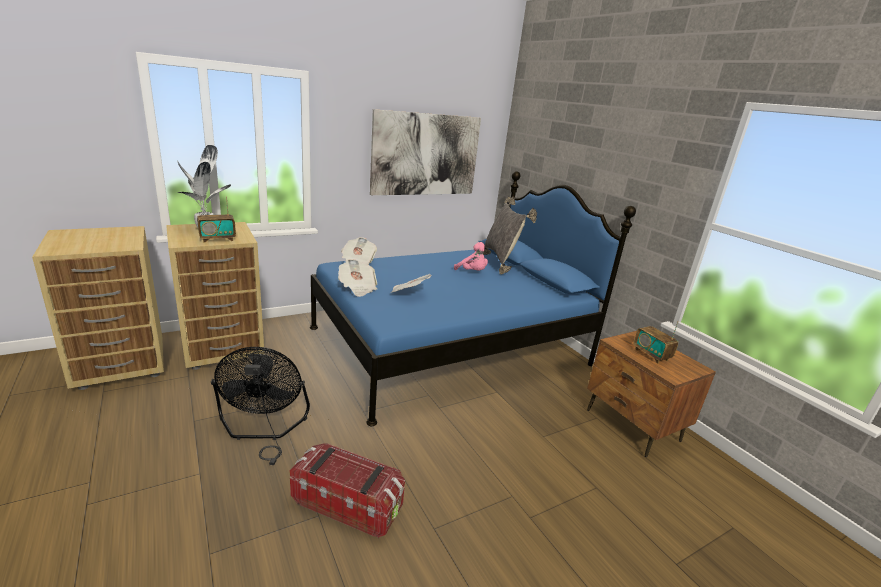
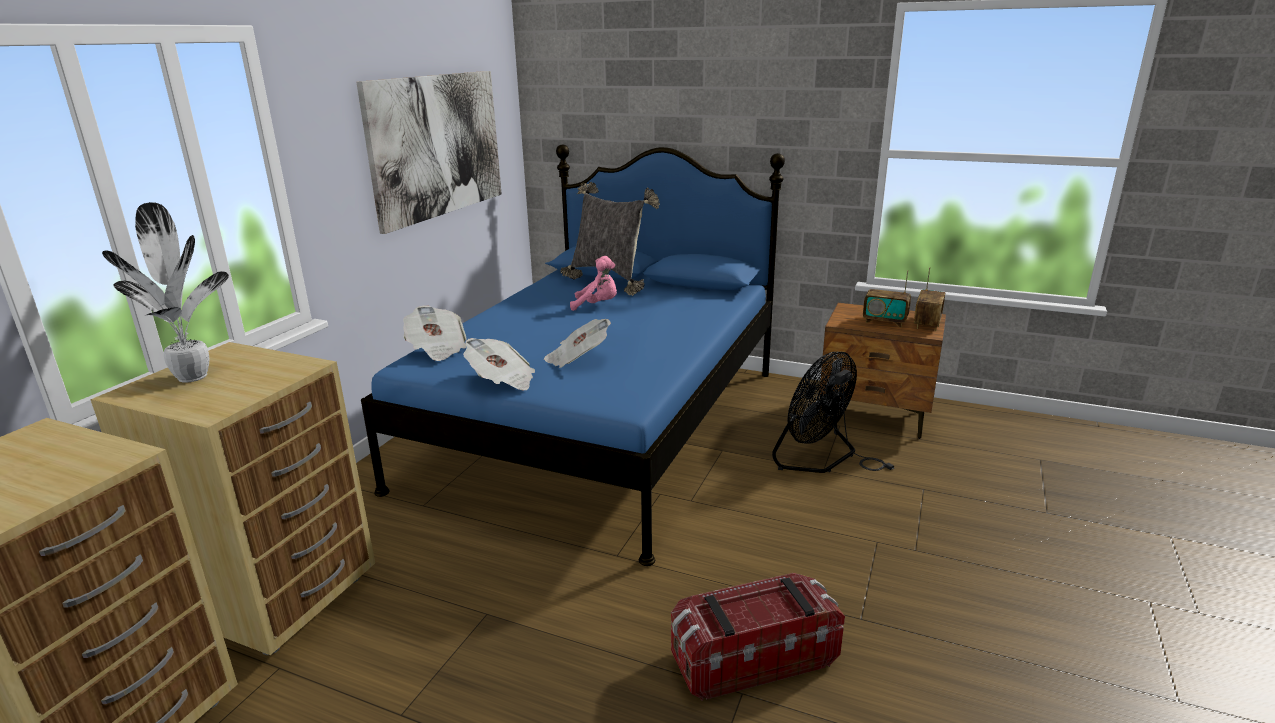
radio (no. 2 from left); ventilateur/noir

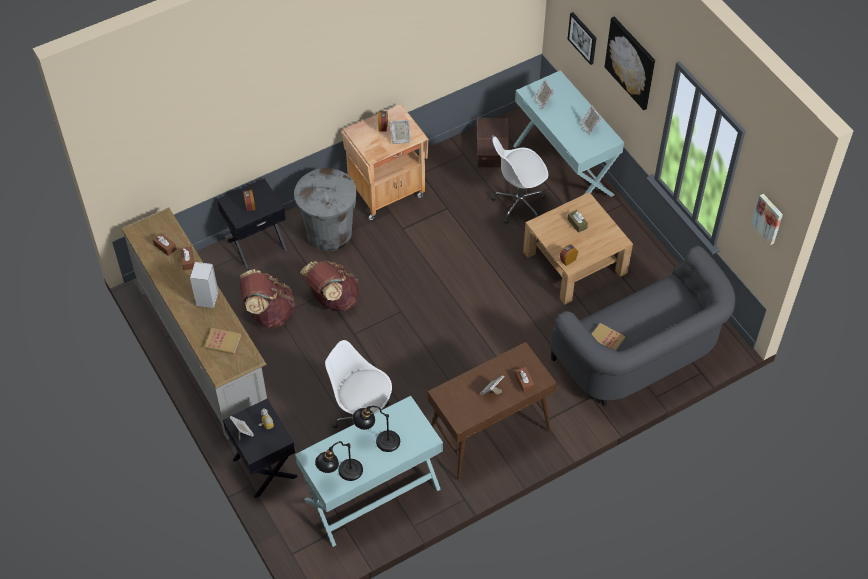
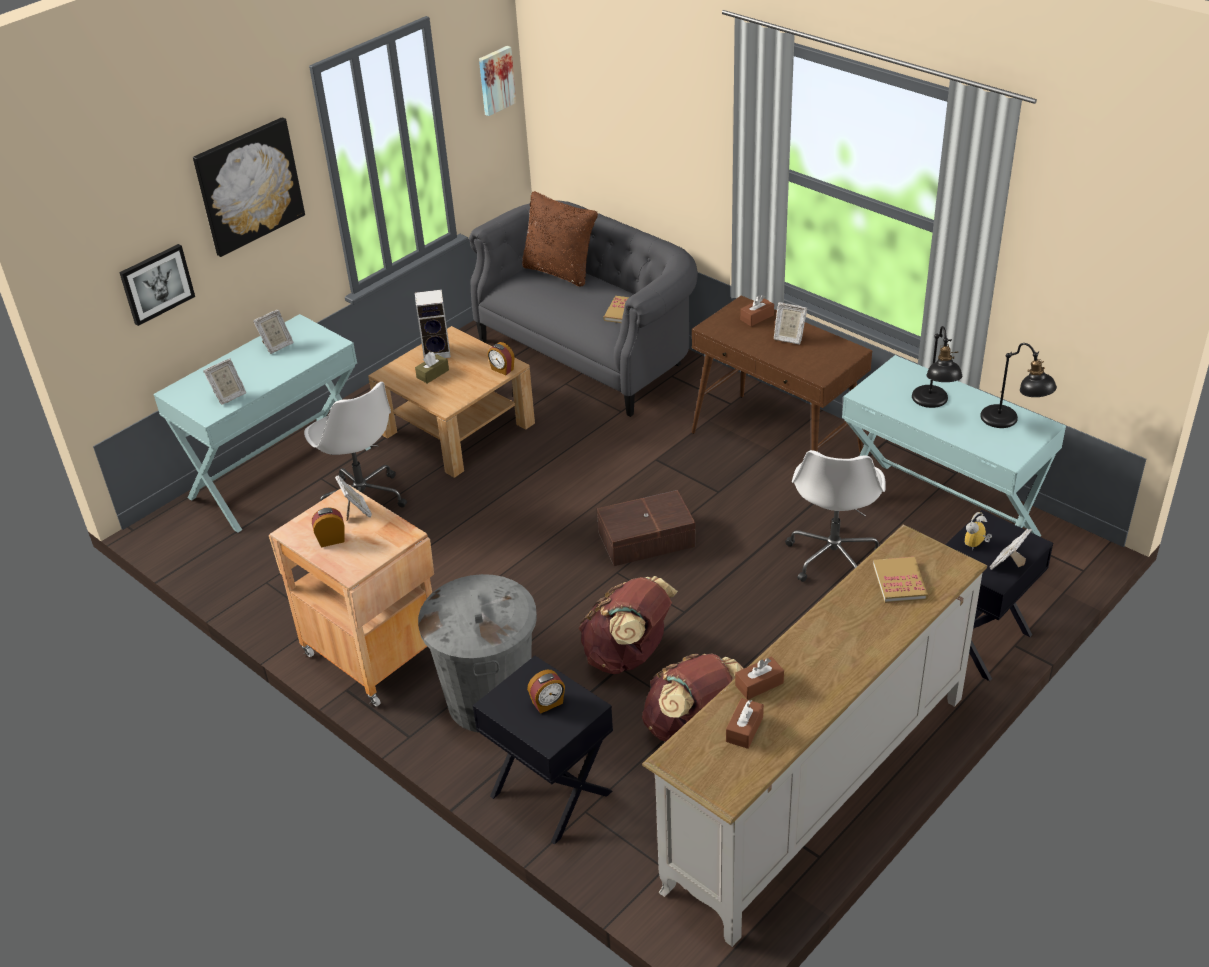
enceinte; boîte de rangement/marron; coussin/marron

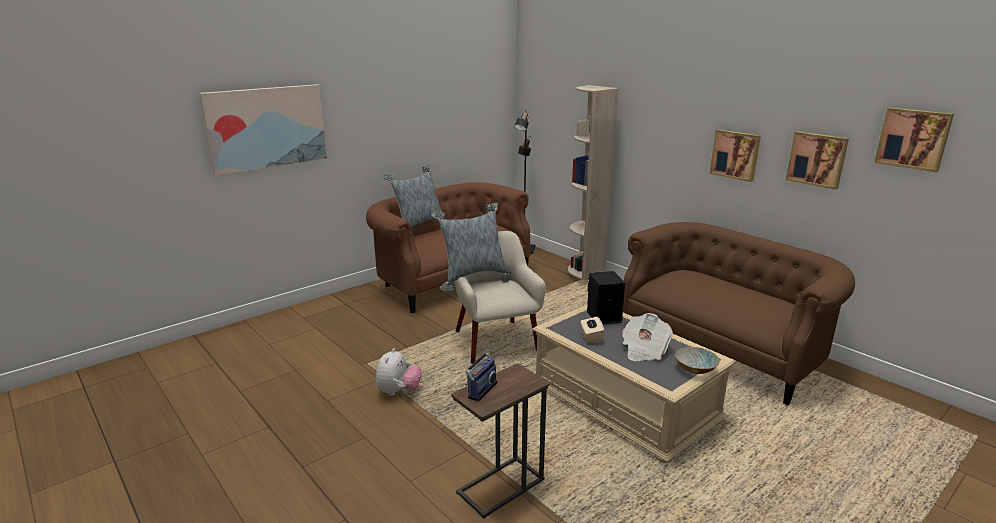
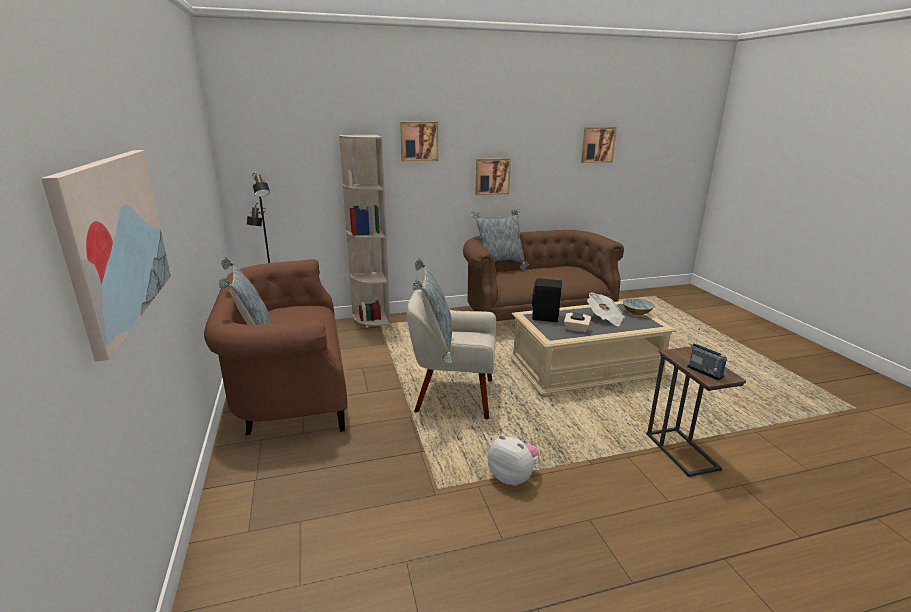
tableau (no. 2 from left); coussin (no. 3 from left)

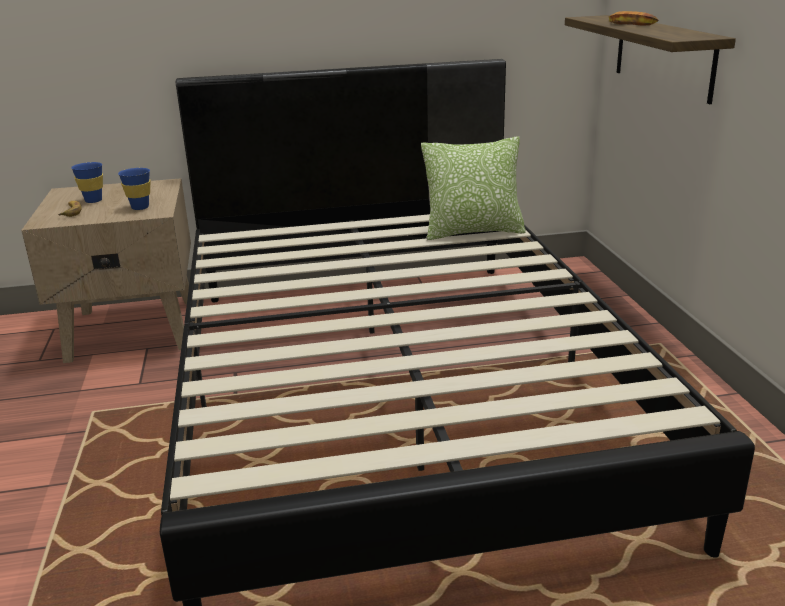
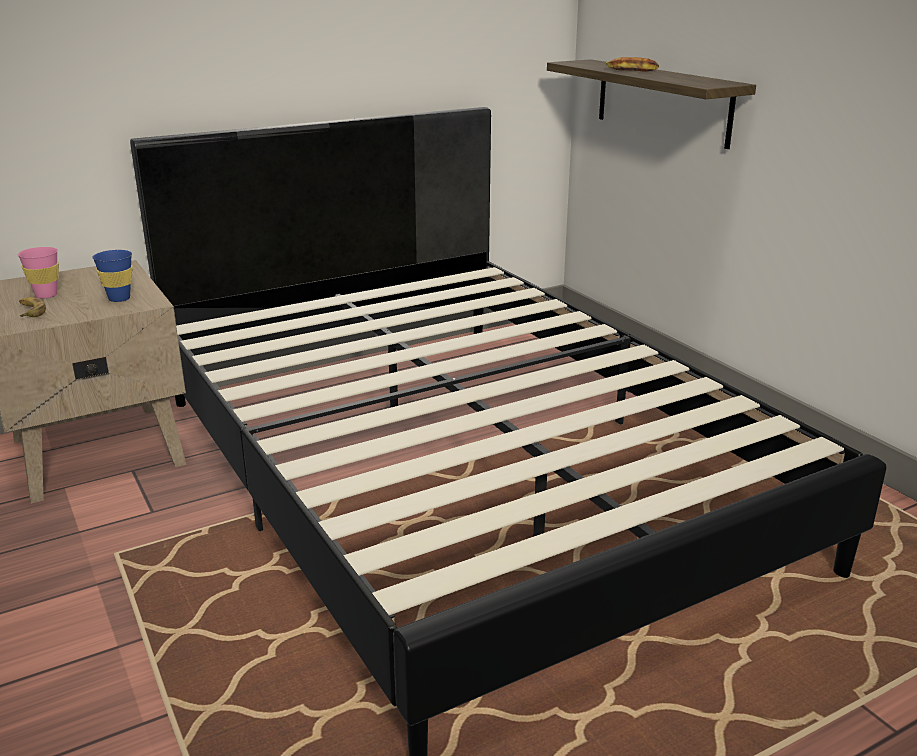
tasse/rose; coussin

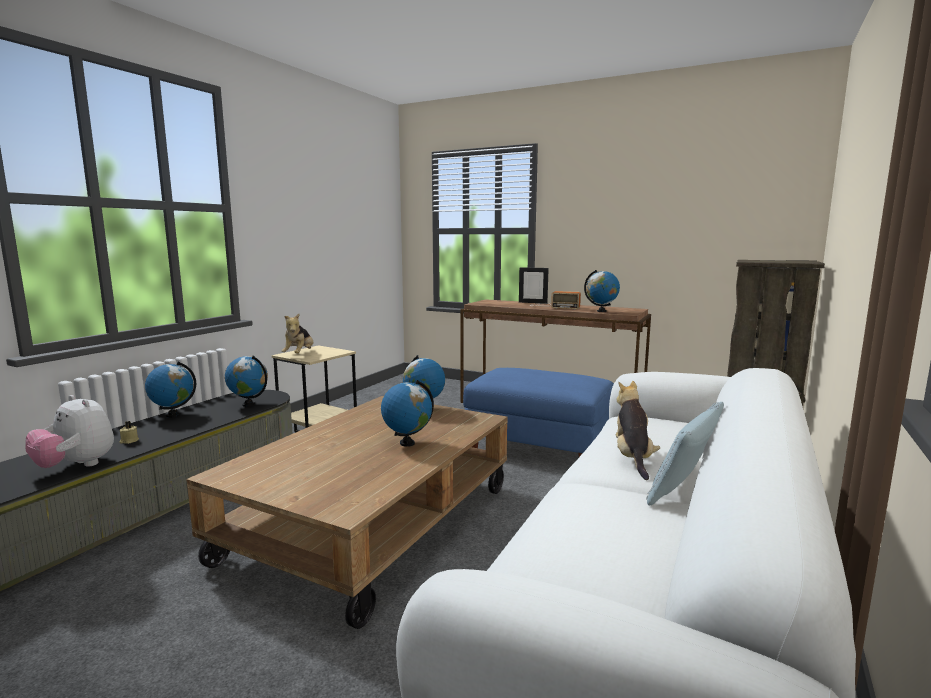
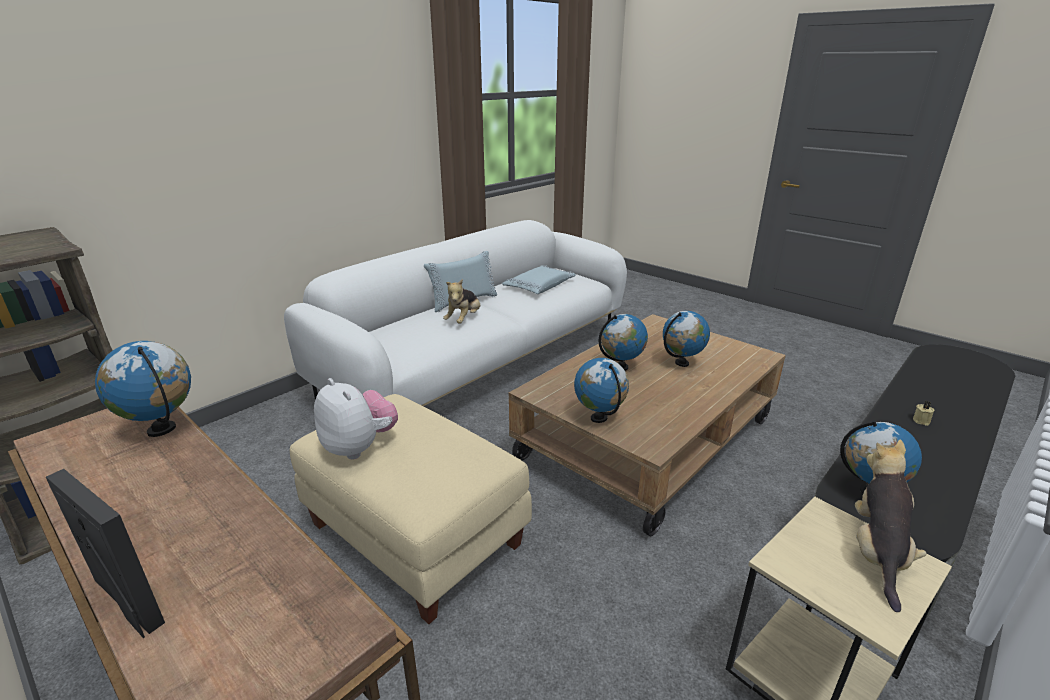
peluche (no. 1 from left); globe (no. 4 from left); pouf/beige; radio; coussin/bleu (no. 2 from left)

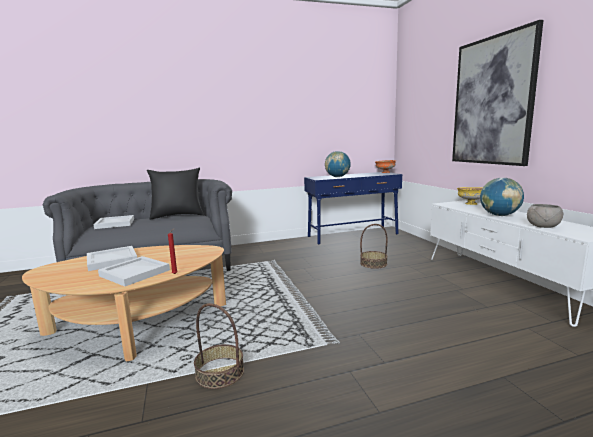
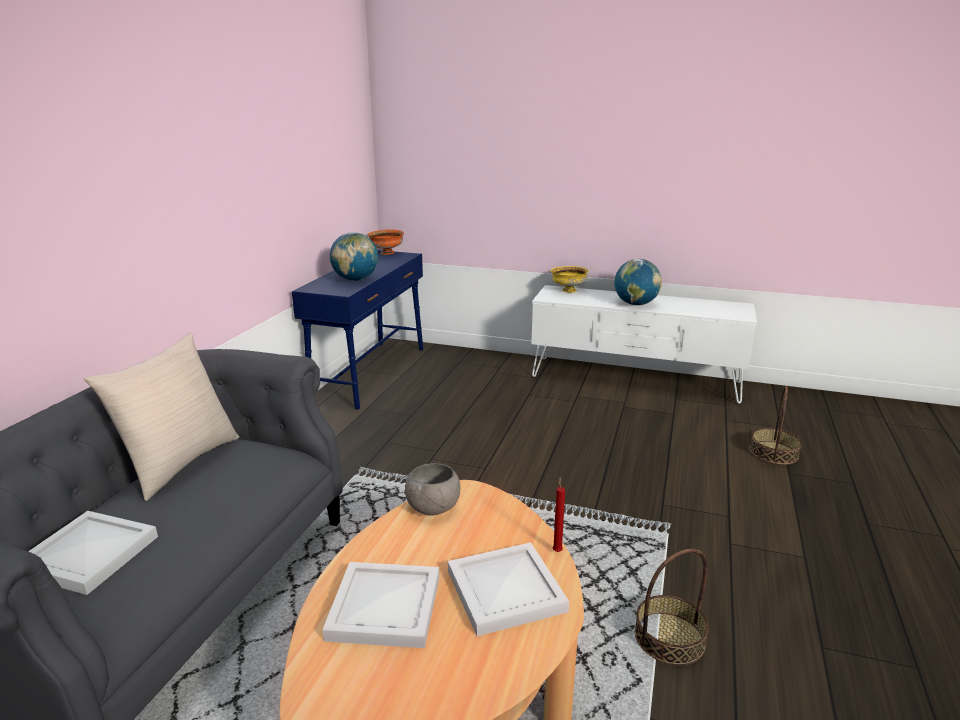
coussin/beige; panier (no. 2 from left); tableau; bol/gris

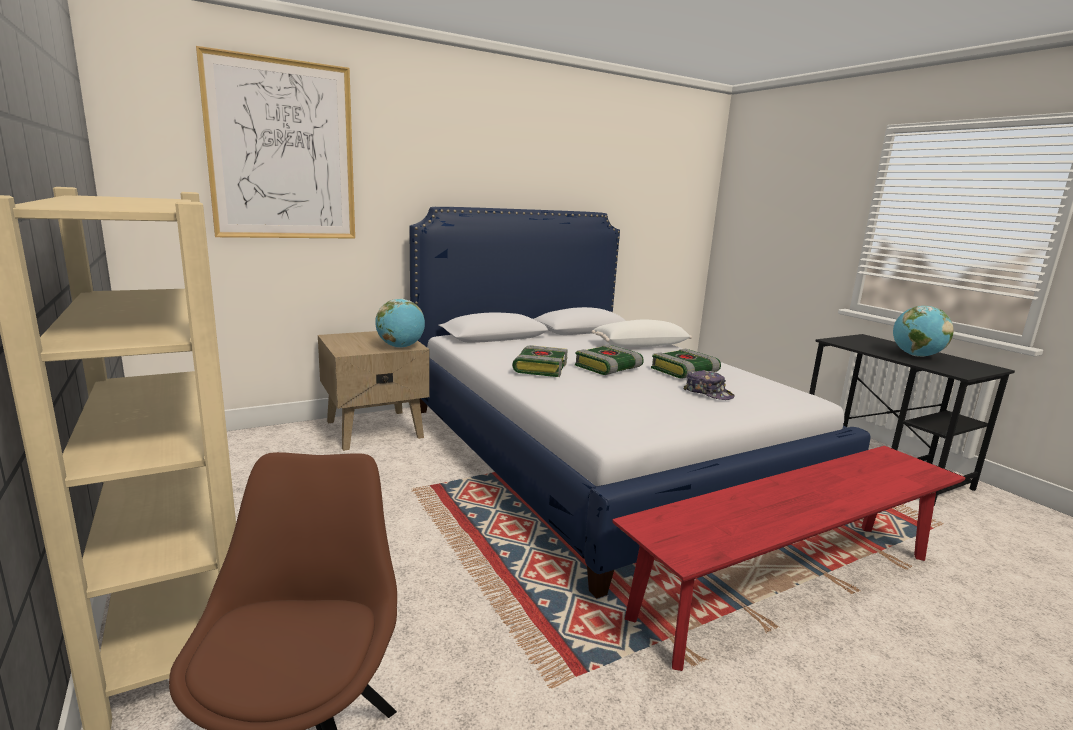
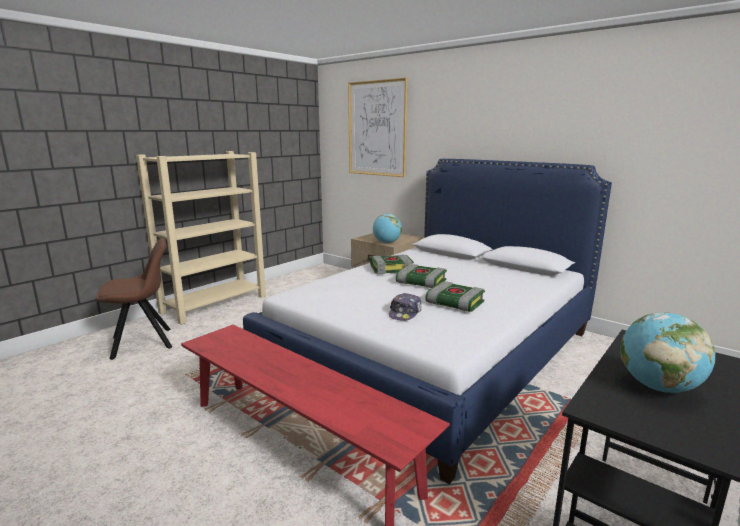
coussin/blanc

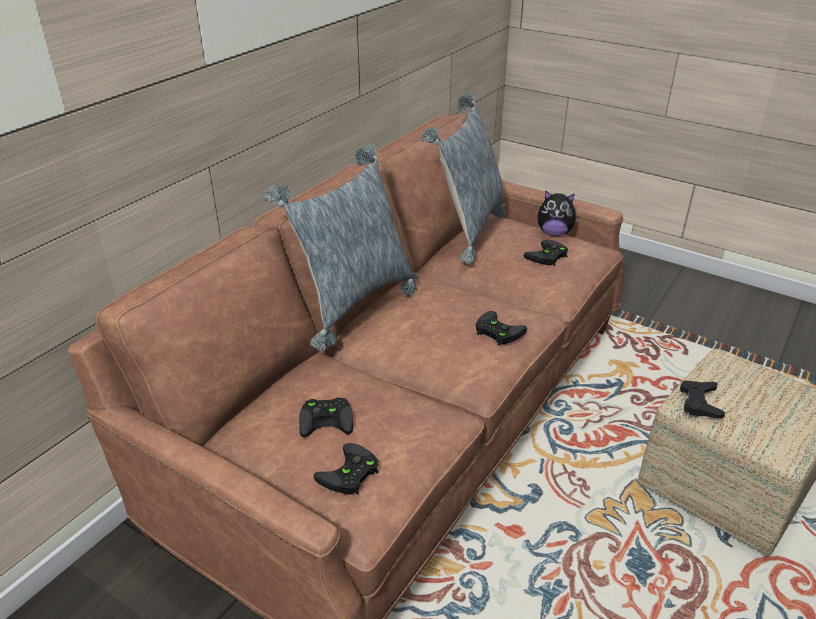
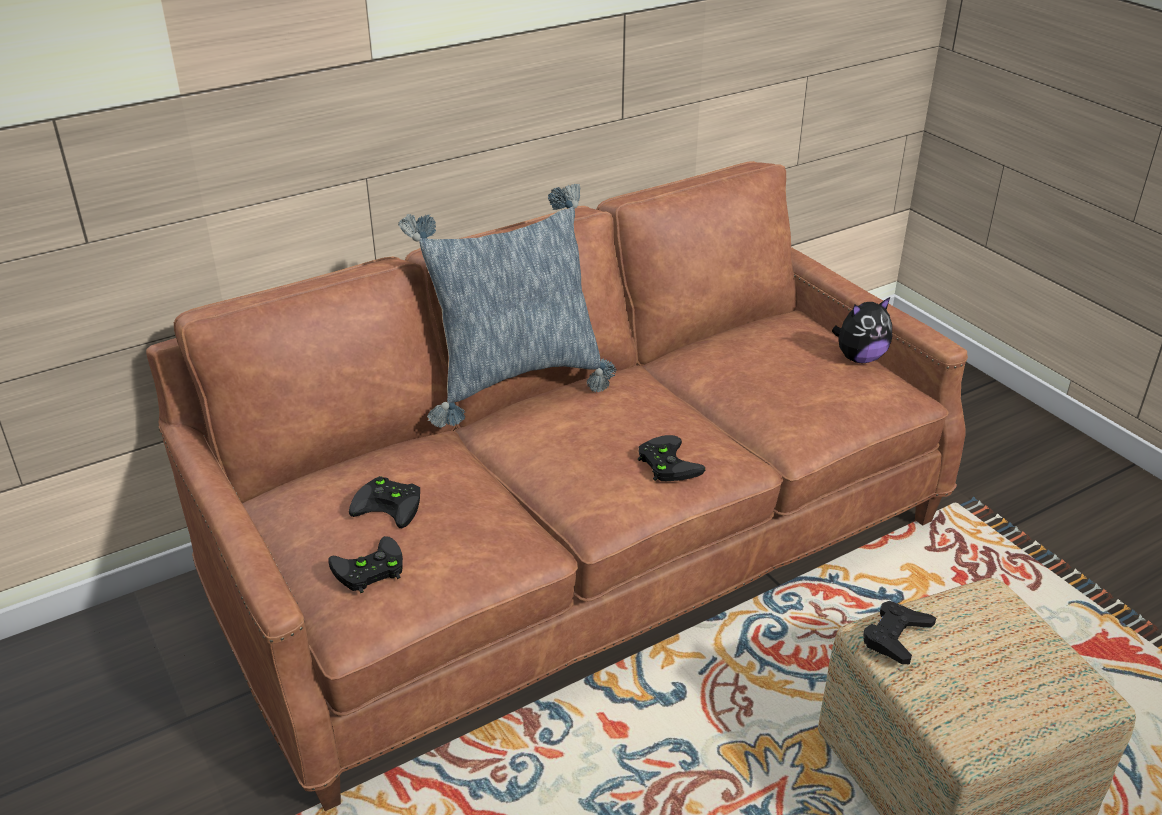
coussin (no. 2 from left in the first image); manette/noir (no. 4 from left in the first image); peluche

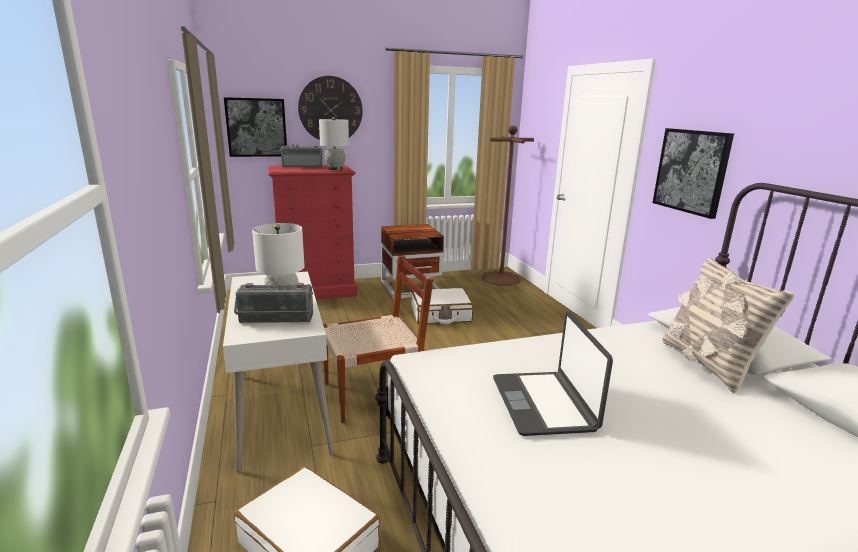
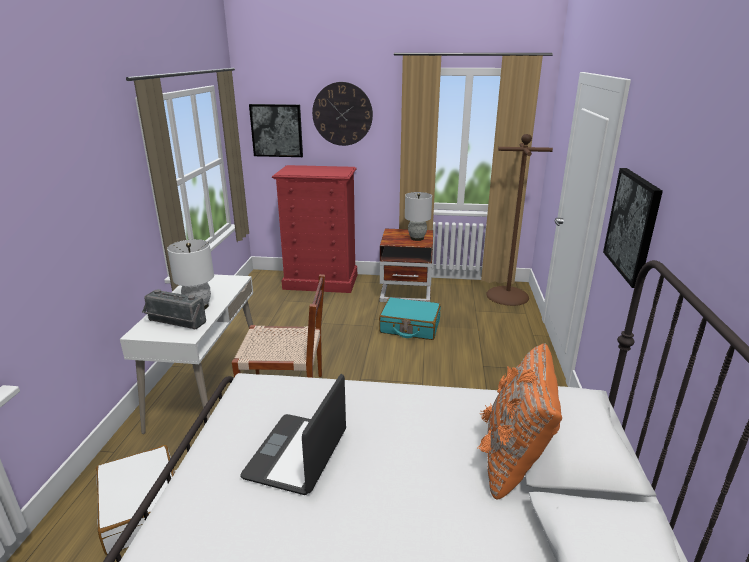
radio (no. 2 from left in the first image); lampe de table/blanc (no. 2 from left); valise/turquoise; coussin/orange

